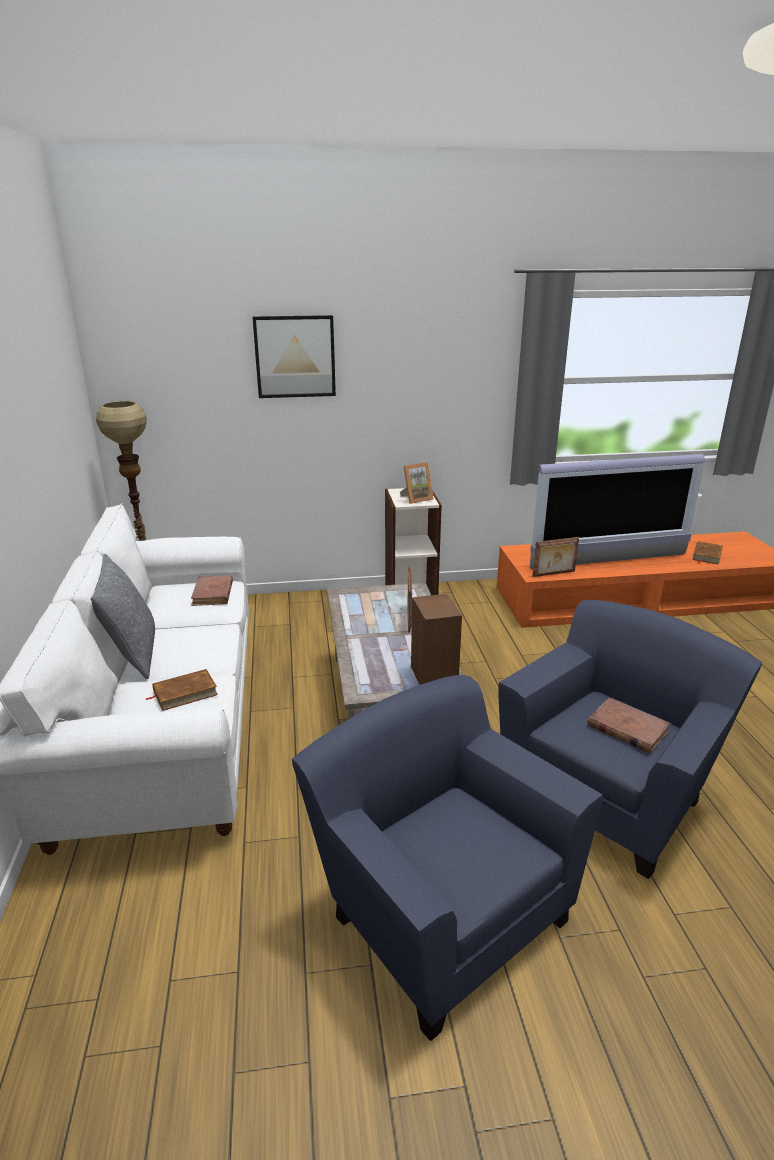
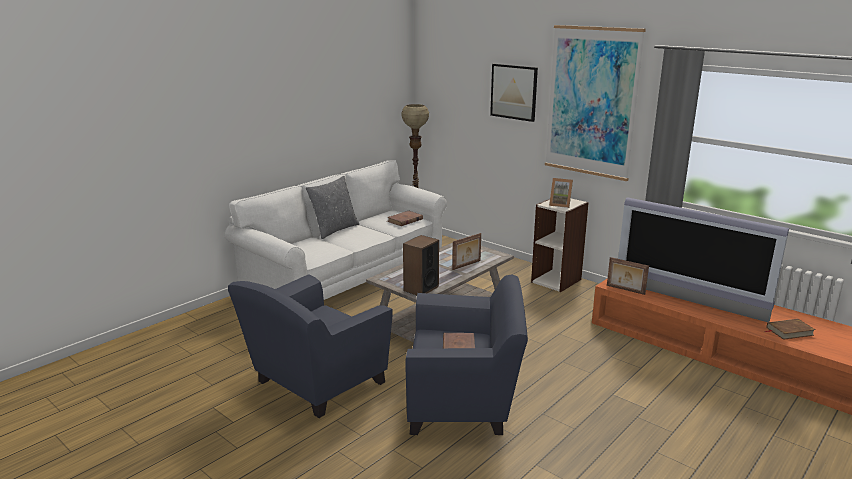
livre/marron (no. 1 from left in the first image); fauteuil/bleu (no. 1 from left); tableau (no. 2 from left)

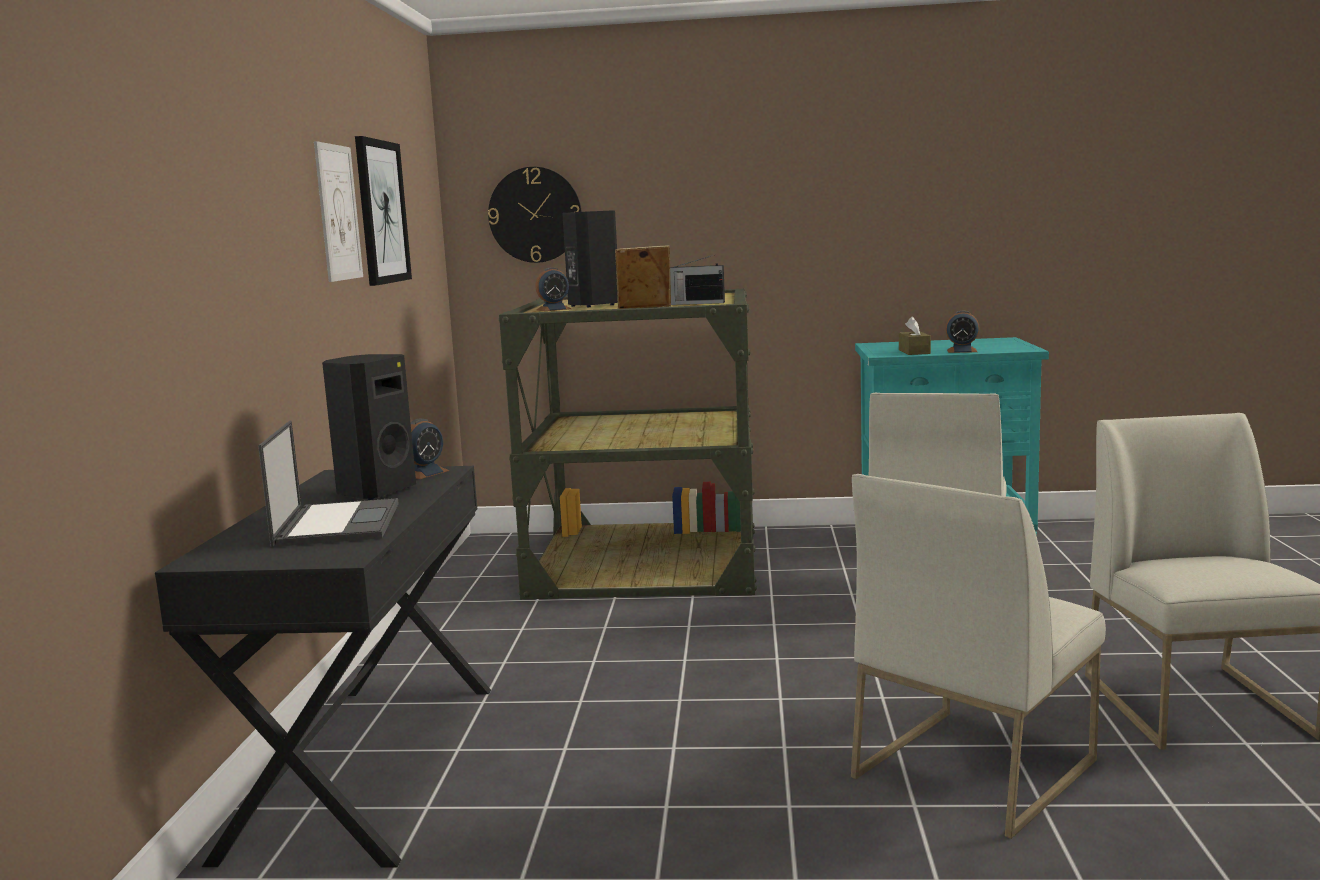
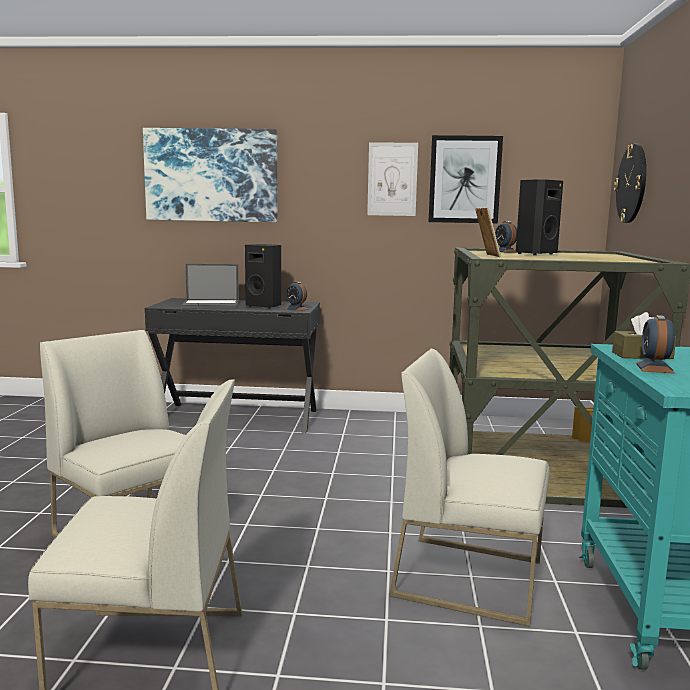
radio; tableau (no. 1 from left)

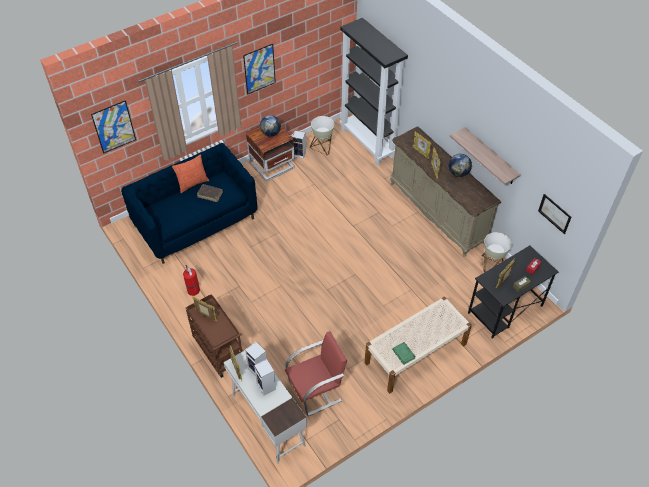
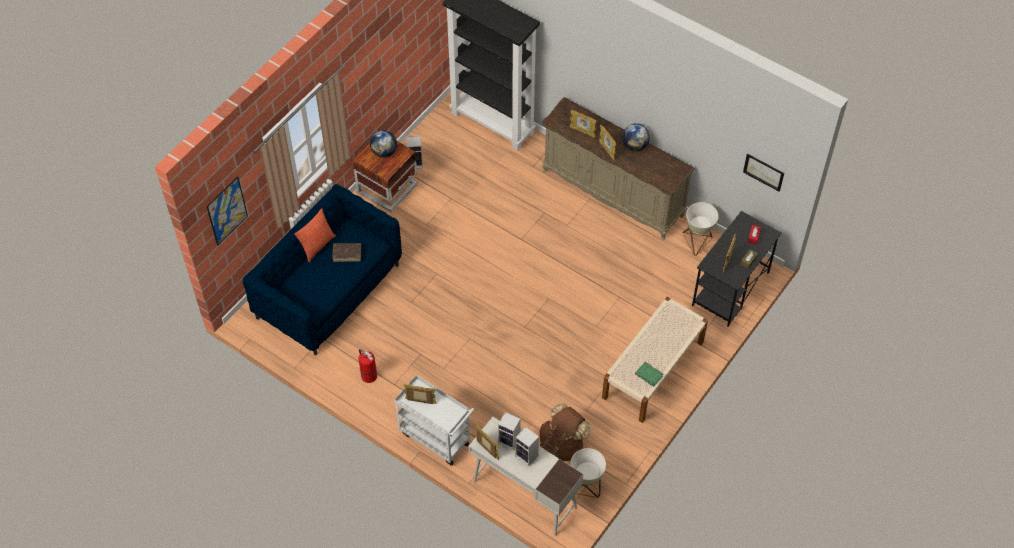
chariot/blanc; tableau (no. 2 from left in the first image); sac à dos/marron; cache-pot (no. 1 from left); étagère

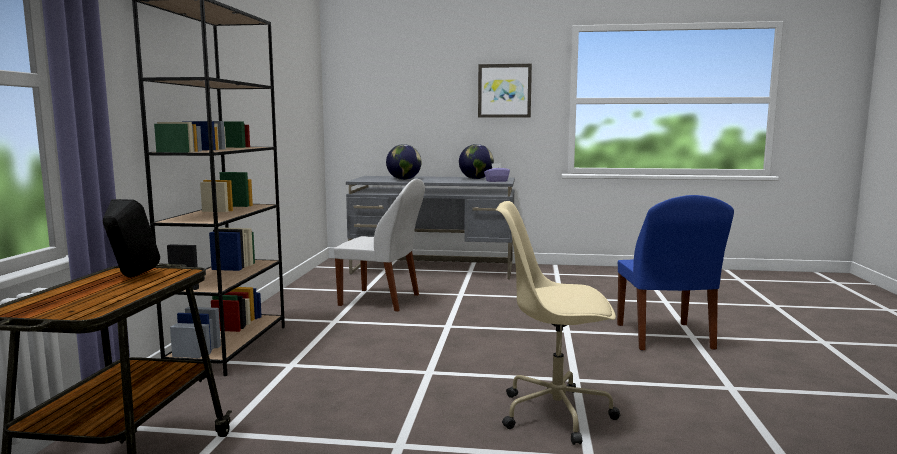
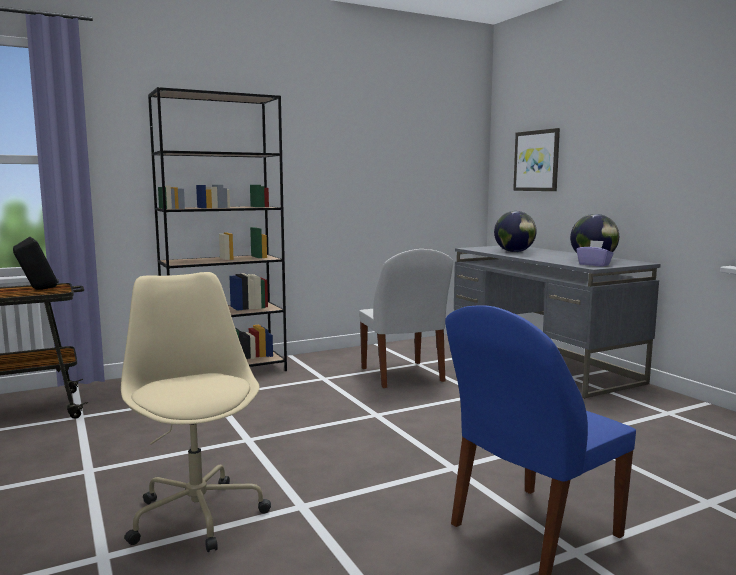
tableau

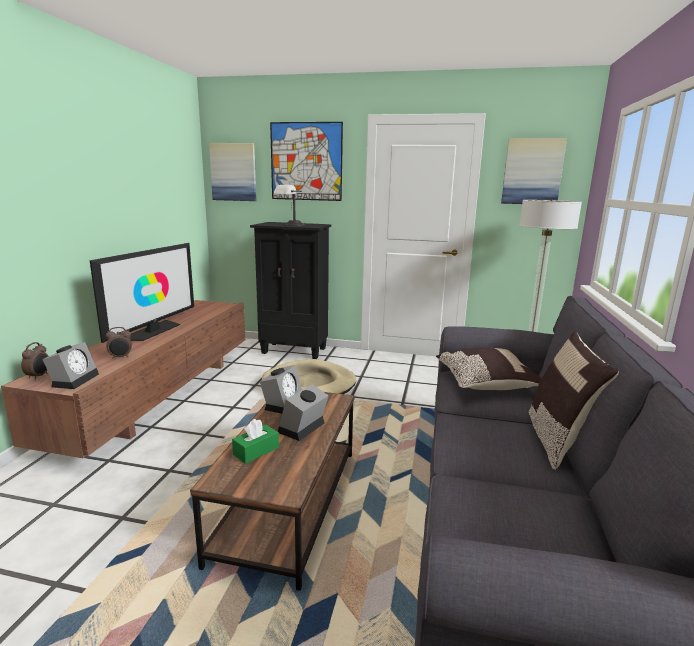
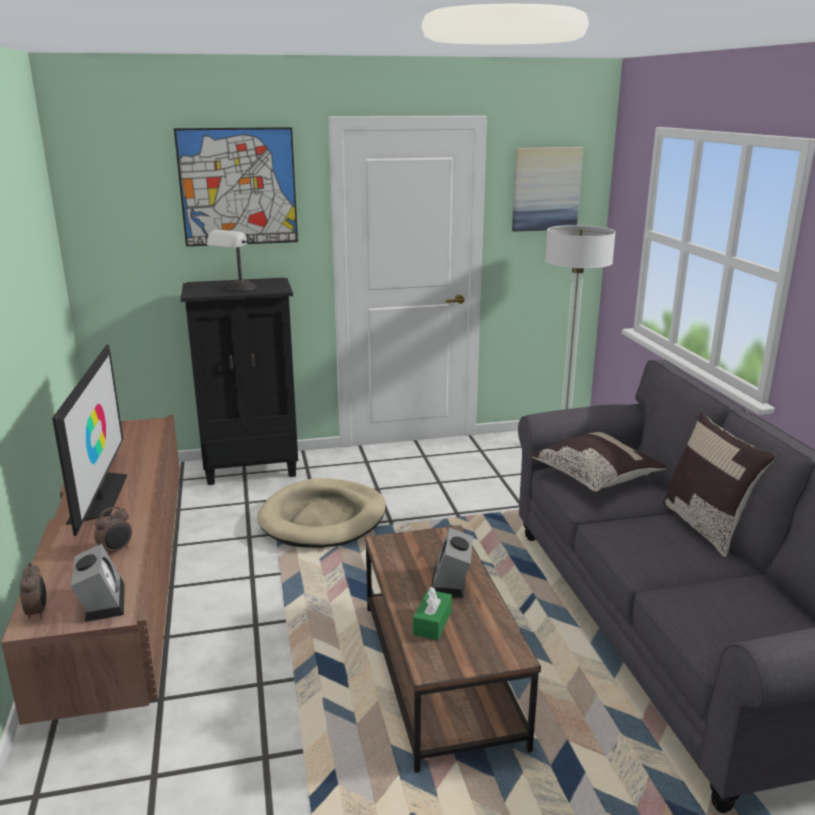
tableau (no. 1 from left in the first image); réveil (no. 4 from left in the first image)

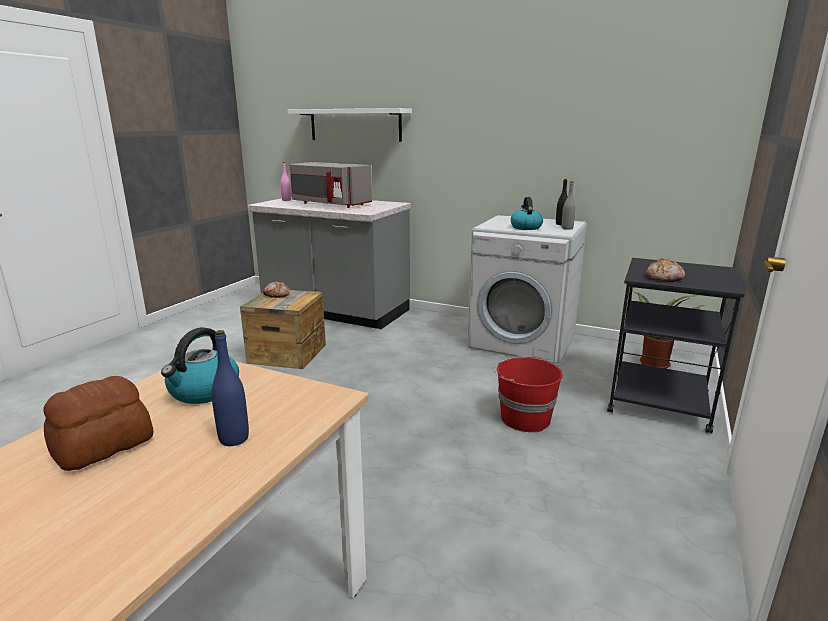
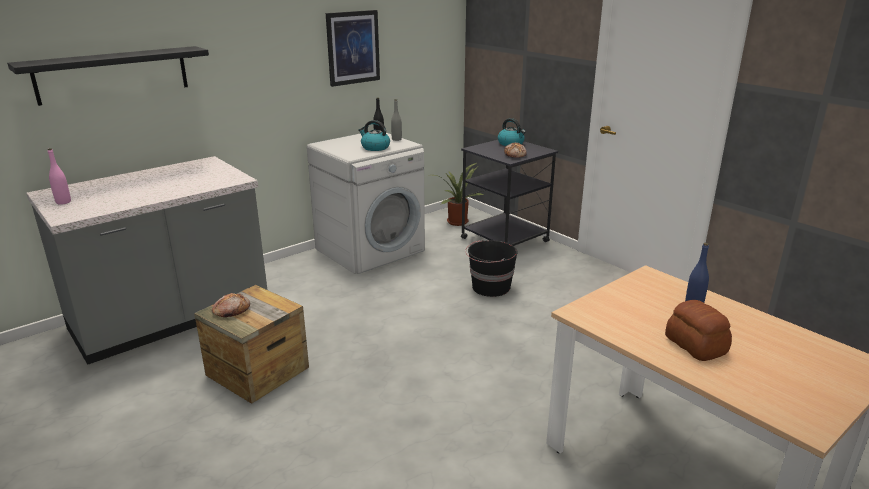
bouilloire (no. 2 from left); étagère/noir; micro-ondes/gris; seau/noir; tableau

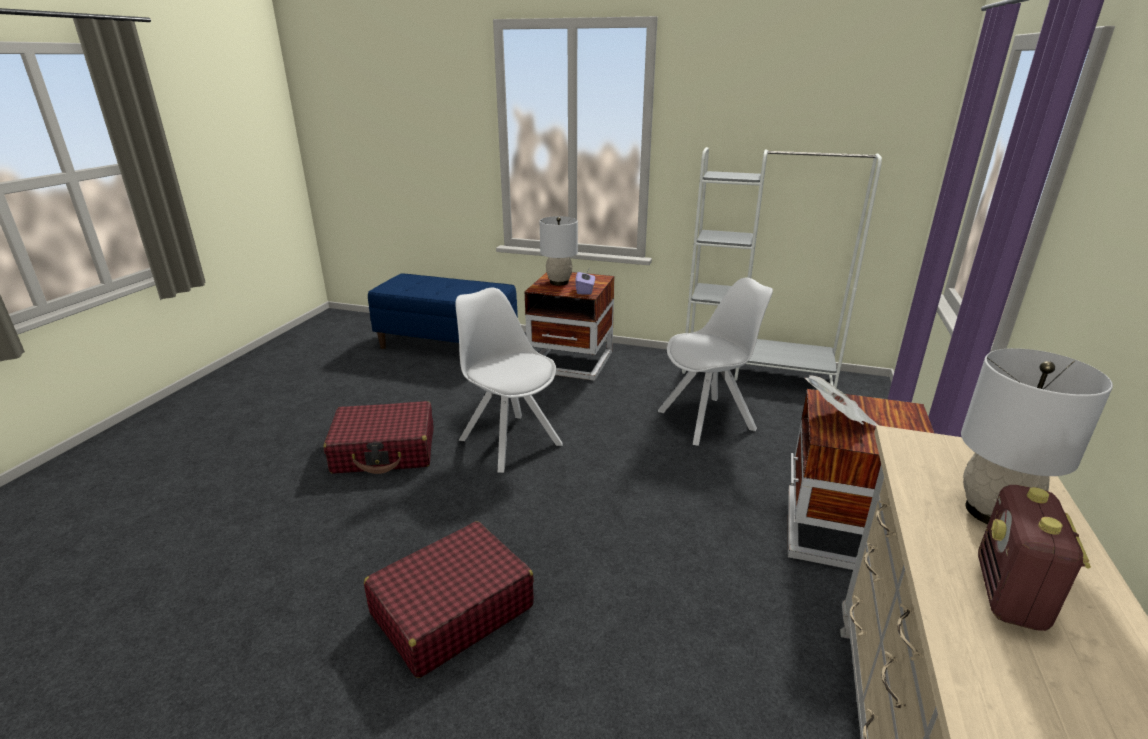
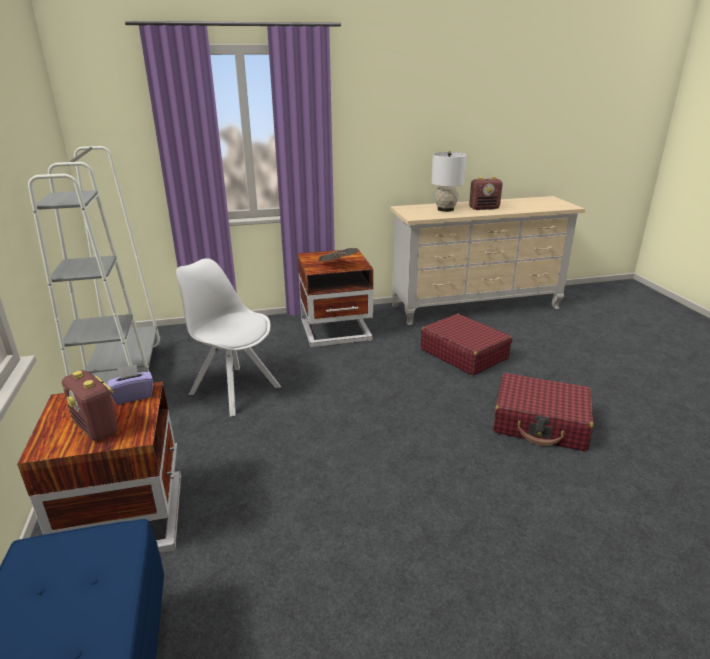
valise/rouge (no. 1 from left); chaise/blanc (no. 1 from left in the first image); radio (no. 1 from left)

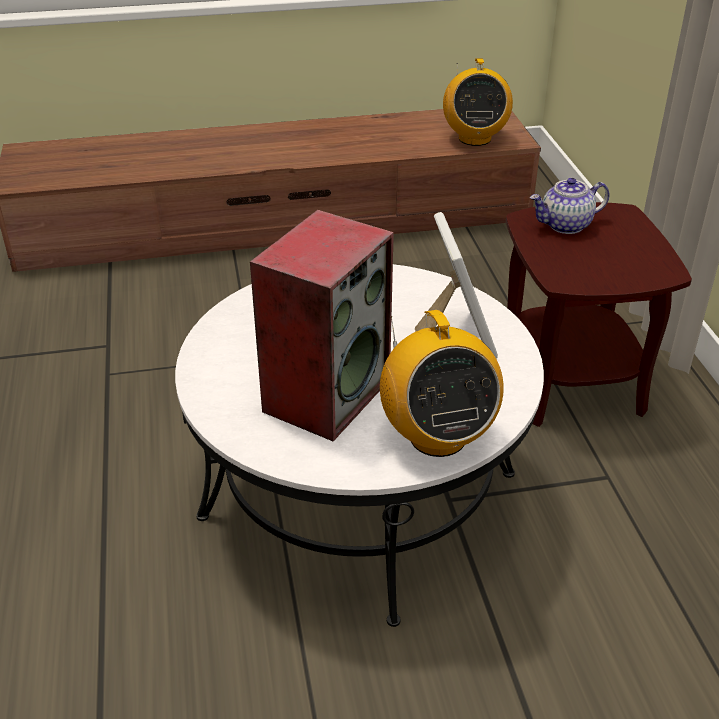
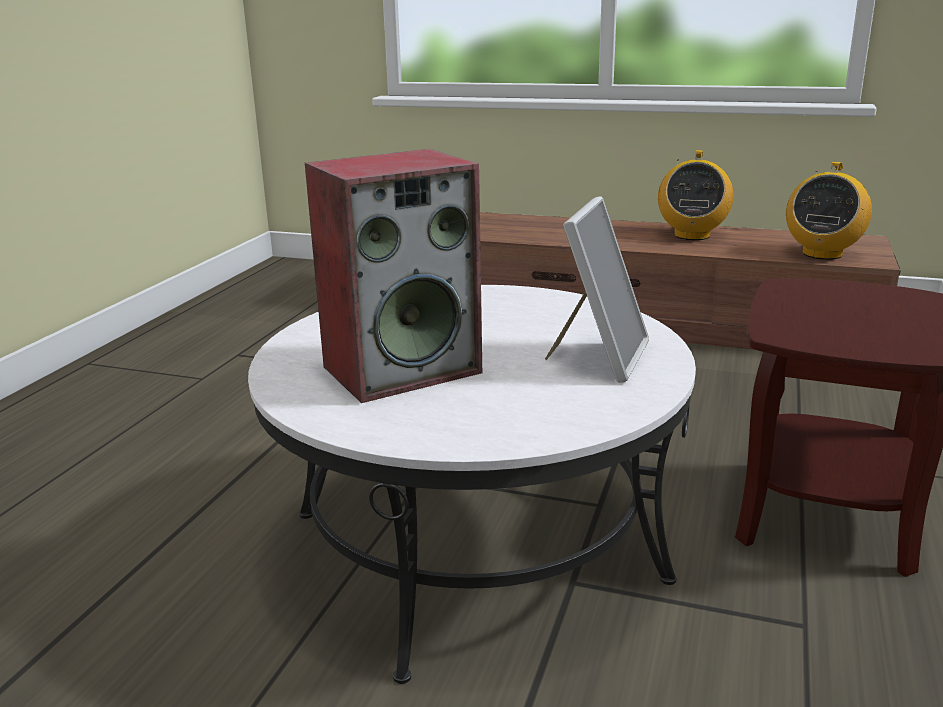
radio (no. 1 from left); théière

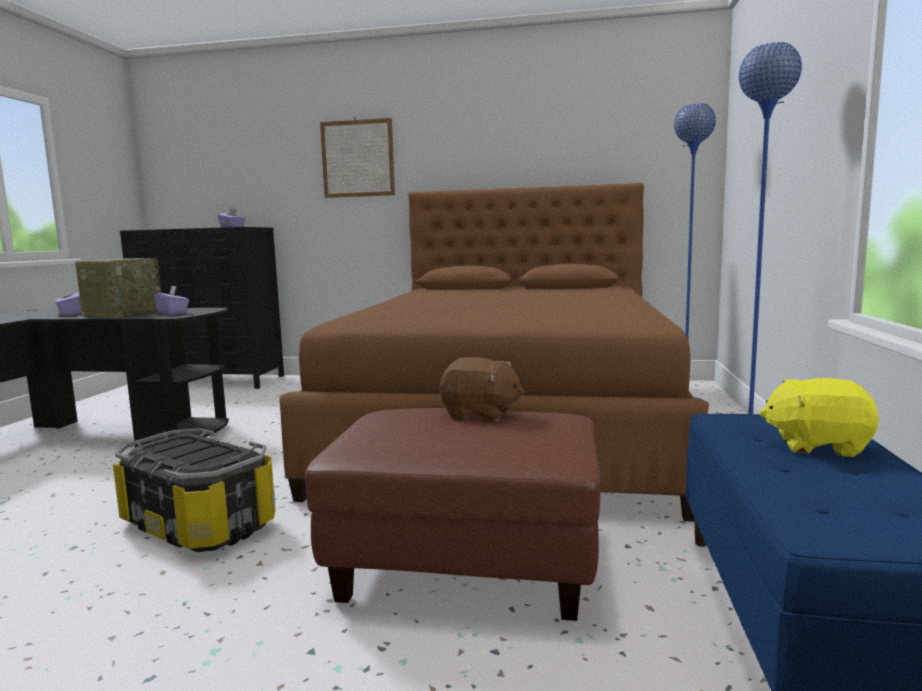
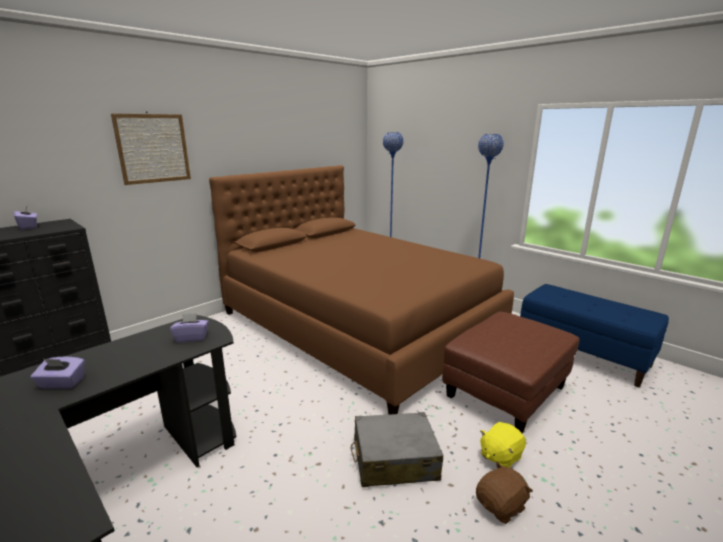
radio; valise/gris; peluche/marron; peluche/jaune

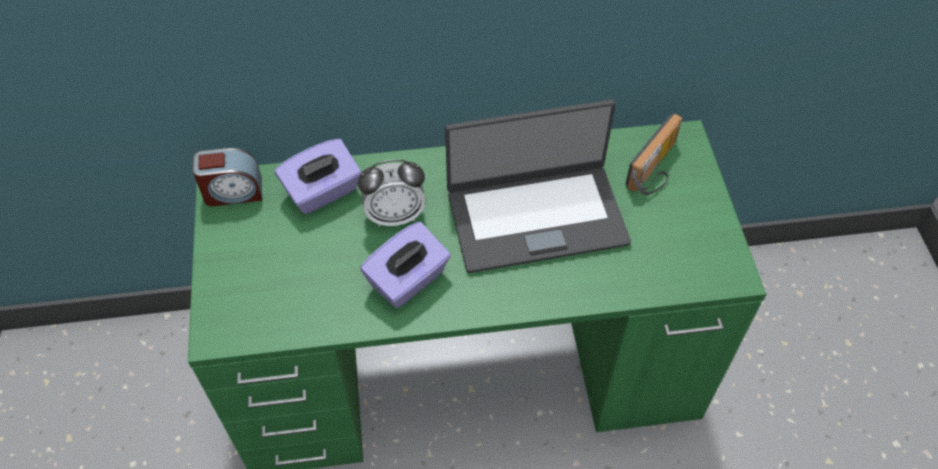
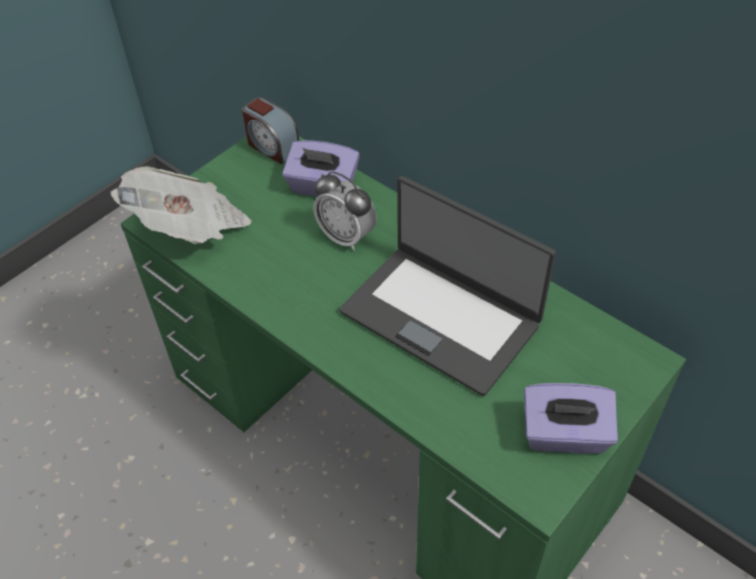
boîte à mouchoirs/violet (no. 2 from left); radio; journal

